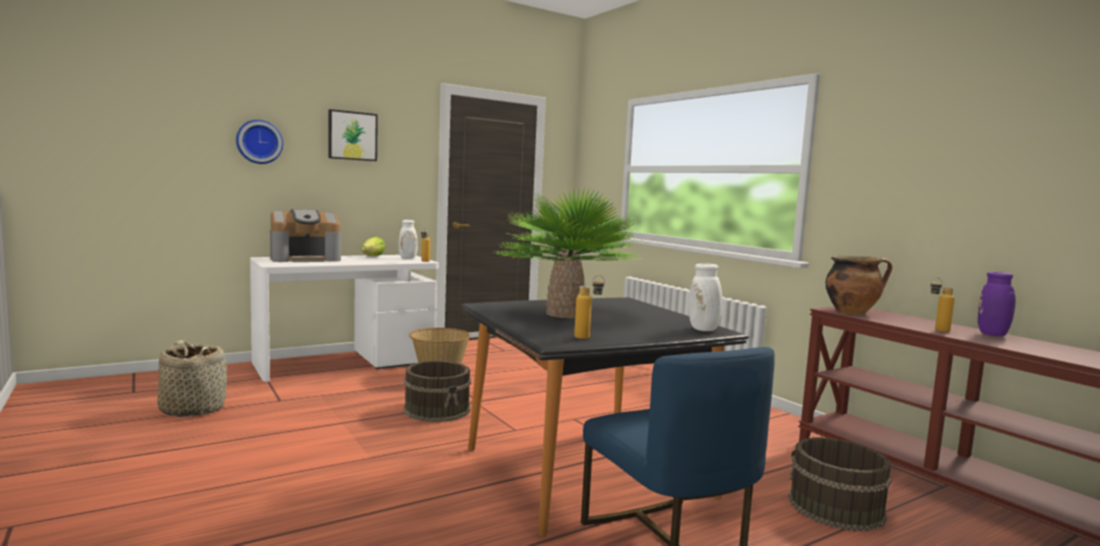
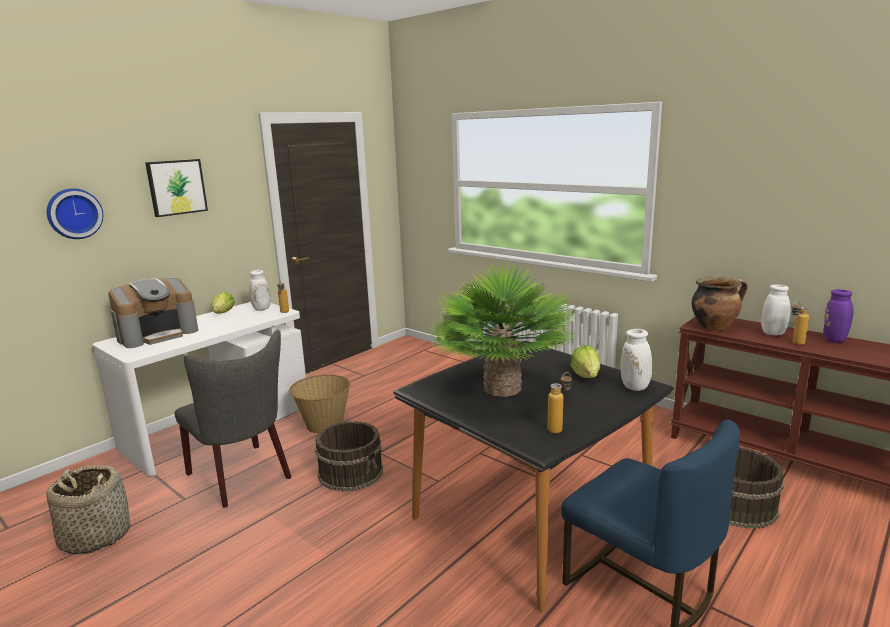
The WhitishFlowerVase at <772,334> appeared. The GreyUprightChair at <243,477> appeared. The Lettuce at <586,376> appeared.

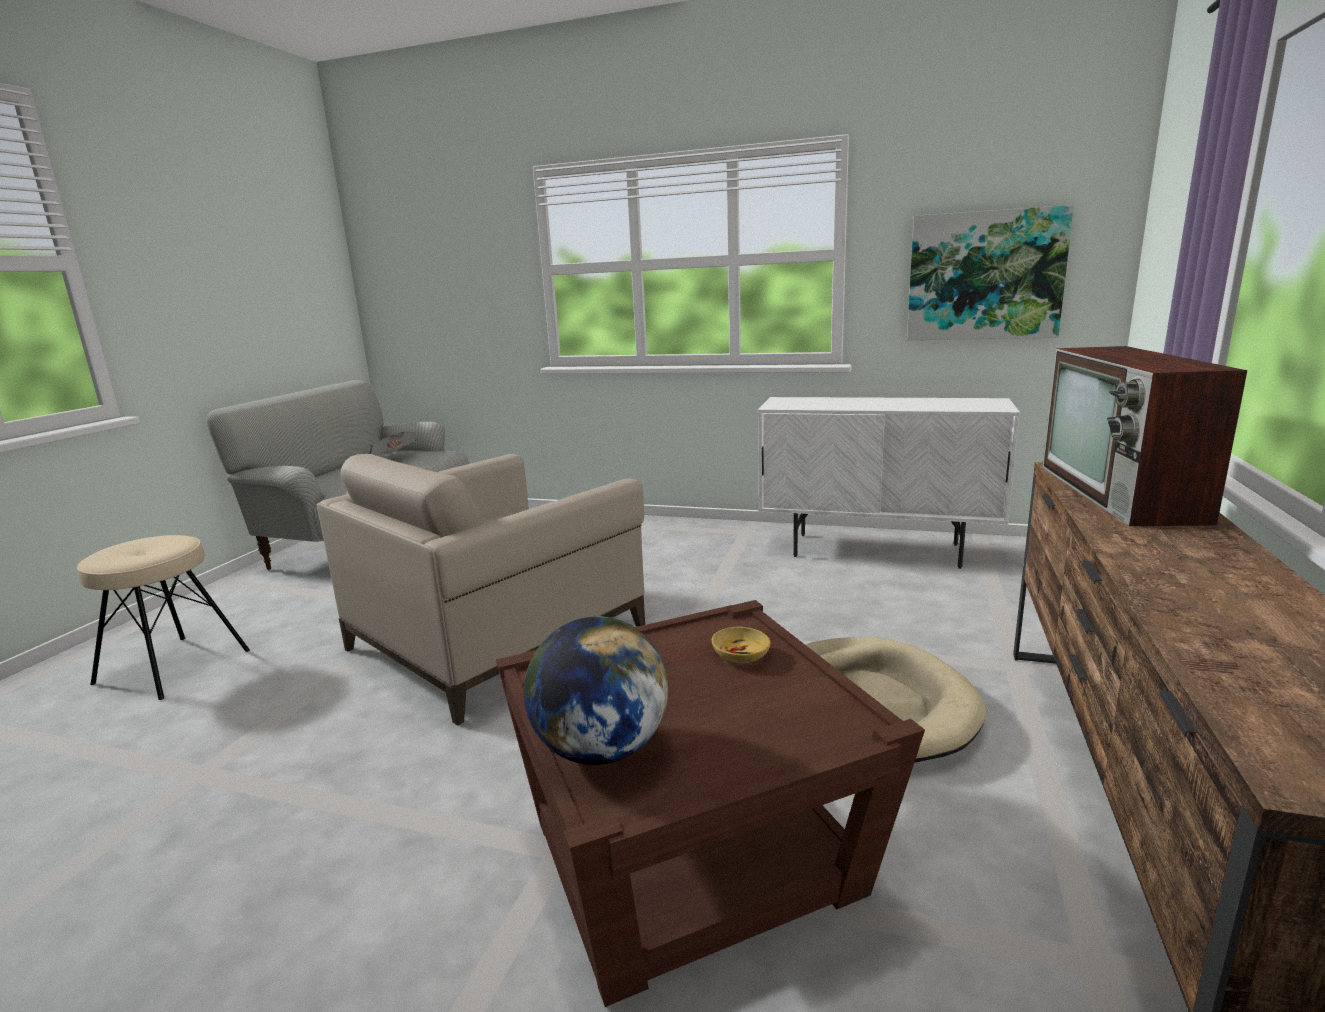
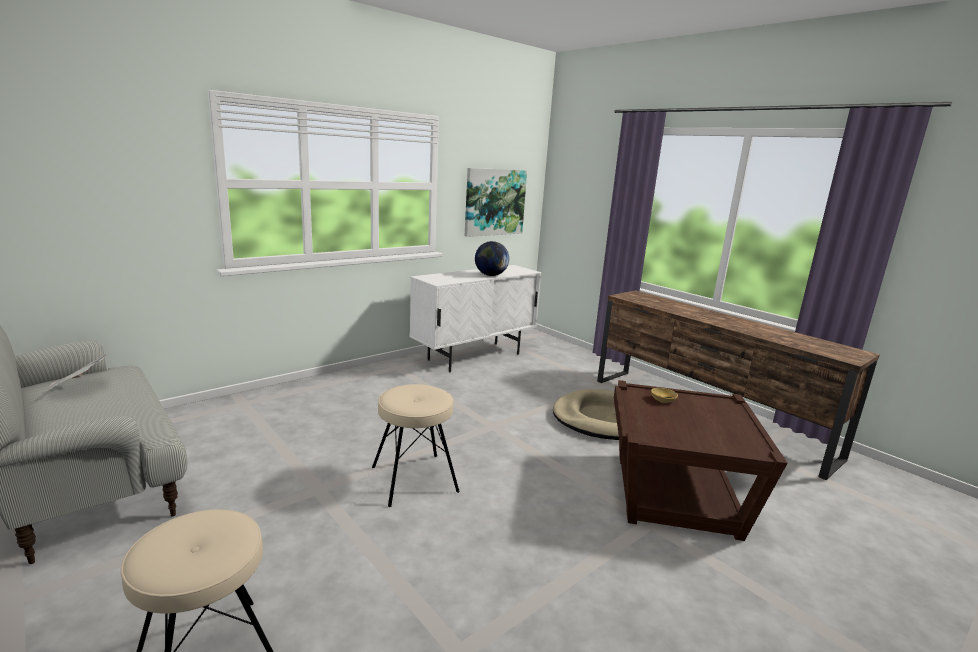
The Television at <1121,493> disappeared. The BeigeColouredEasyChair at <498,636> was replaced by the BeigeColouredStoolSeat at <414,479>. The Globe moved from <601,749> to <490,275>.

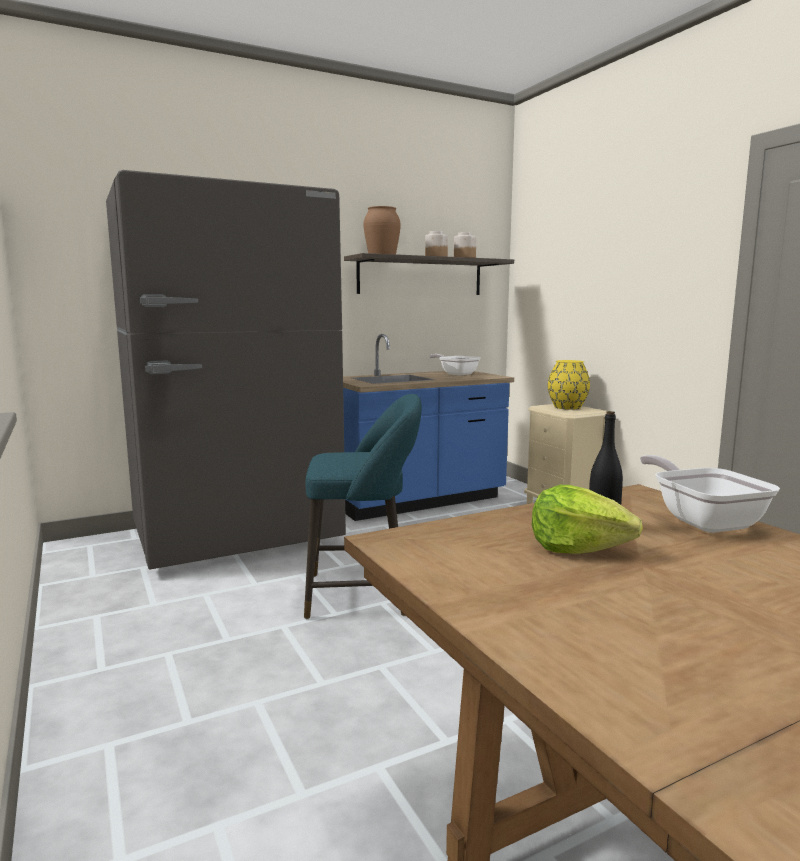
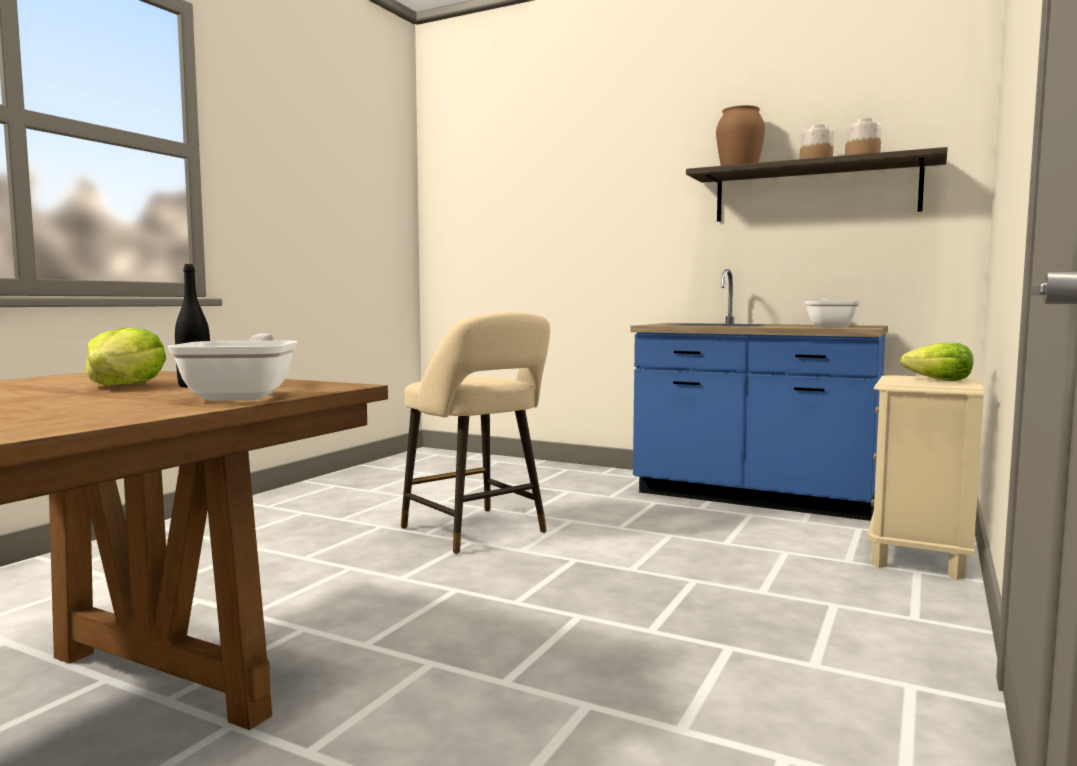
The GreyFridge at <237,537> disappeared. The YellowFlowerVase at <568,407> was replaced by the Lettuce at <939,380>. The TurquoiseColouredStoolSeat at <364,594> became the BeigeColouredStoolSeat at <478,532>. The FryingPan at <702,520> turned 45 degrees counterclockwise.

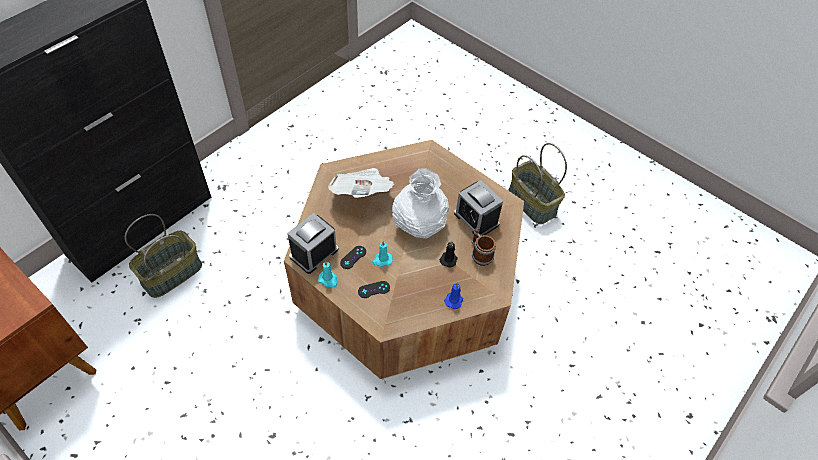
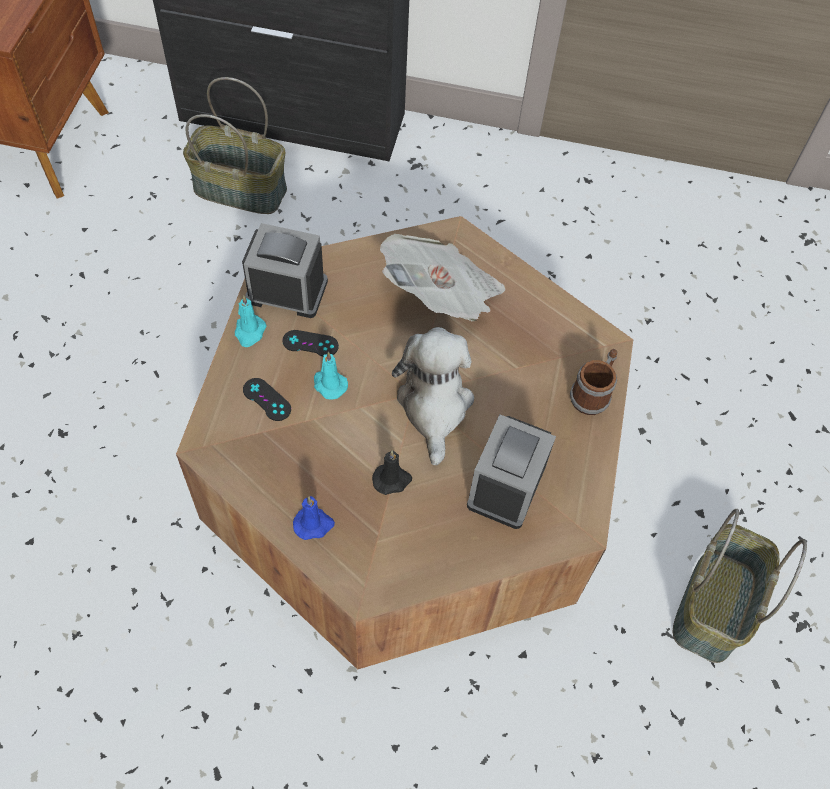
The WhitishFlowerVase at <420,225> was replaced by the CuddlyToy at <434,405>. The CoffeeMug moved from <480,254> to <592,394>.

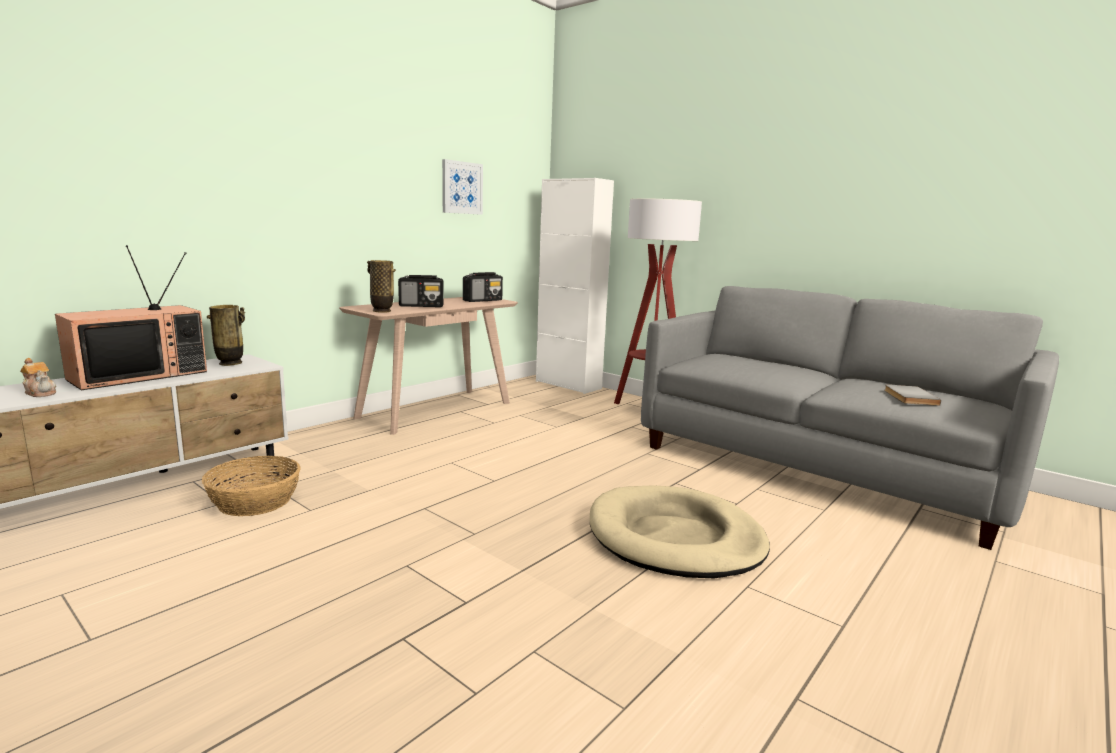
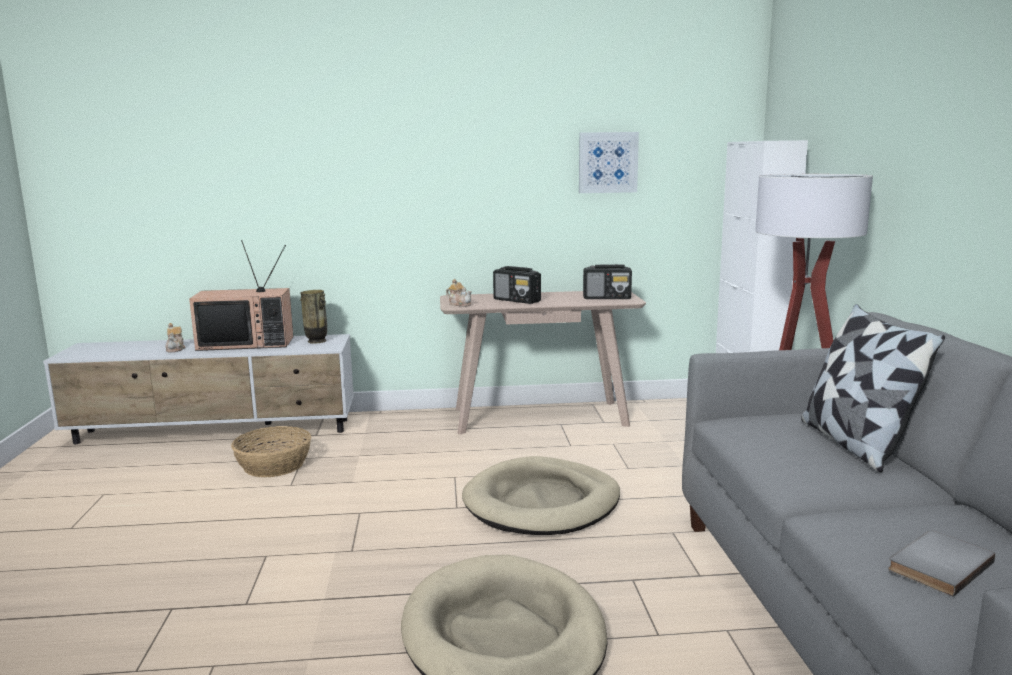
The FlowerVase at <382,311> was replaced by the PotForTea at <459,304>. The Cushion at <854,444> appeared. The BeigeColouredDogBed at <542,503> appeared.

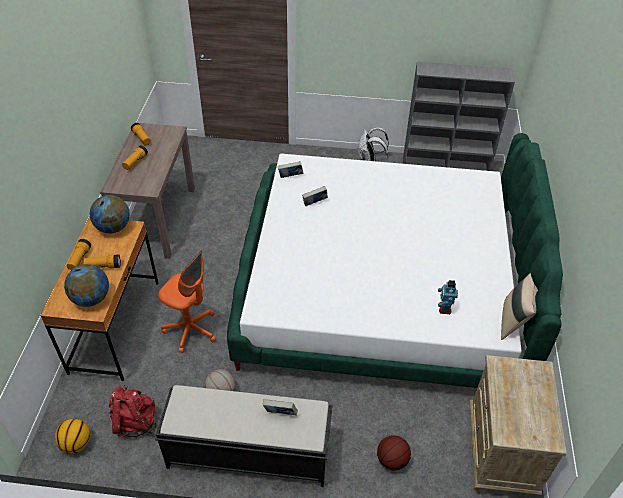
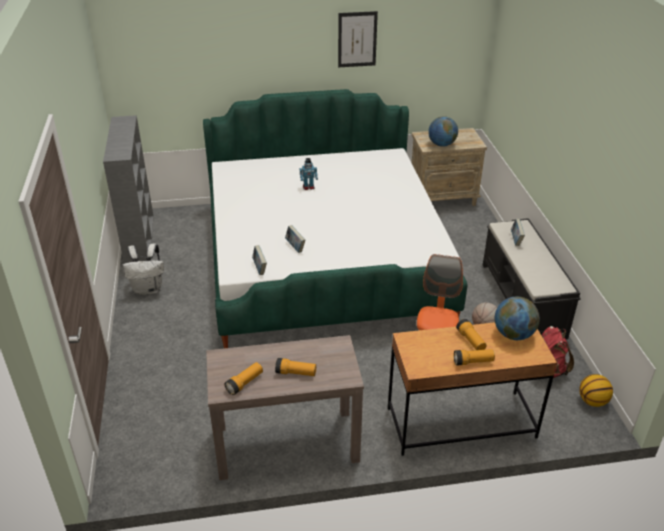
The Globe moved from <113,227> to <441,144>. The BeigeColouredCushion at <514,321> disappeared. The RobotFigure moved from <444,308> to <308,187>. The BasketballBall at <392,460> disappeared. The WallPicture at <357,39> appeared.

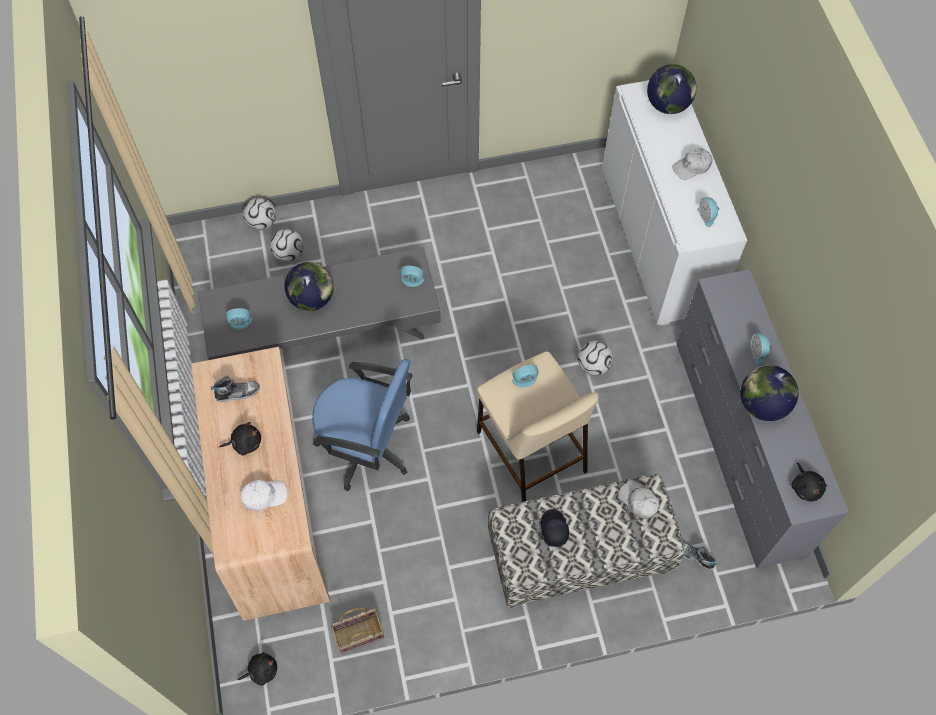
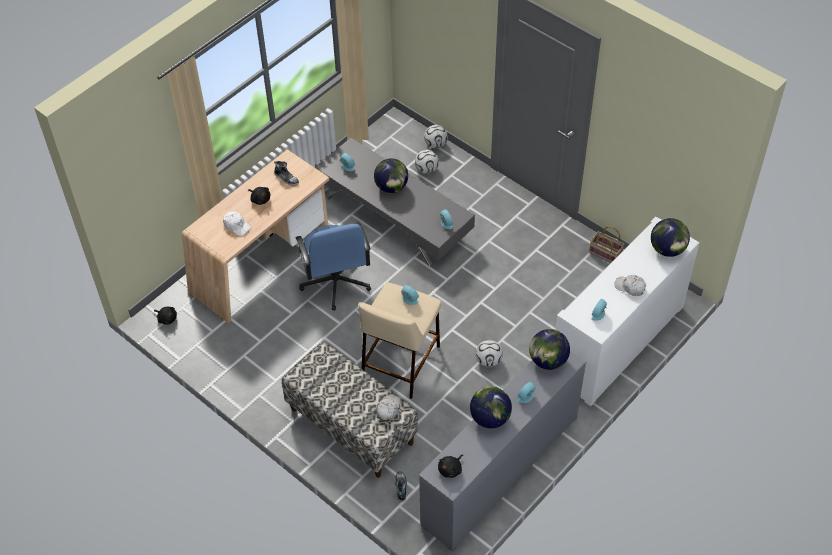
The BlackishBaseballCap at <553,529> disappeared. The HouseholdBasket moved from <358,636> to <604,253>. The Globe at <548,360> appeared.

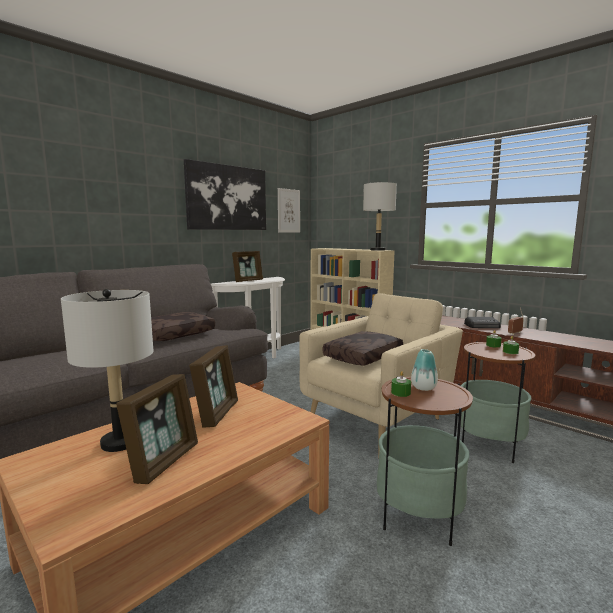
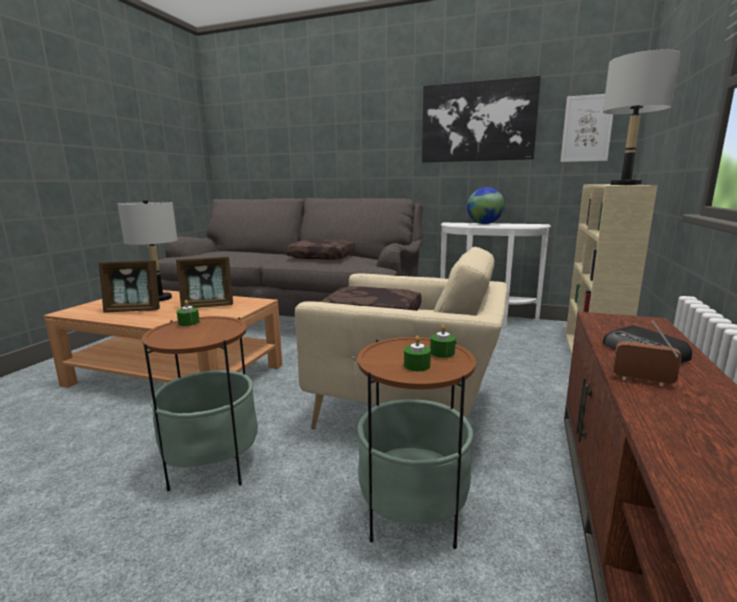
The PictureFrame at <248,281> was replaced by the Globe at <484,224>. The FlowerVase at <423,388> disappeared.

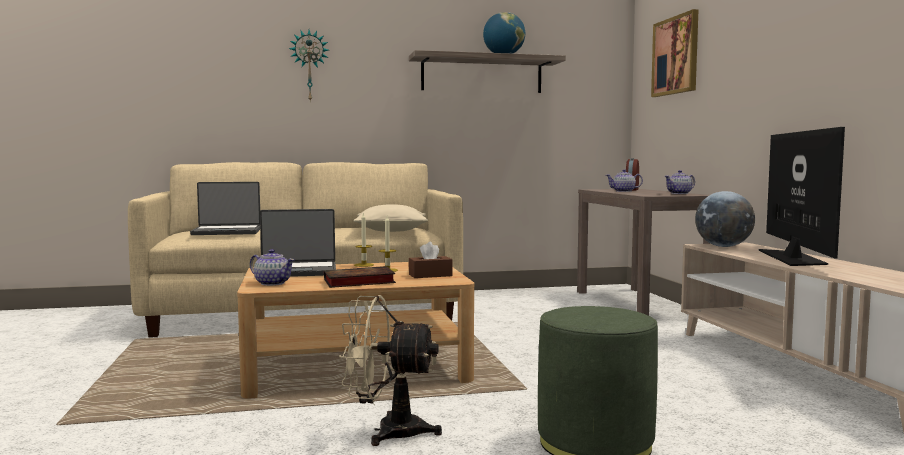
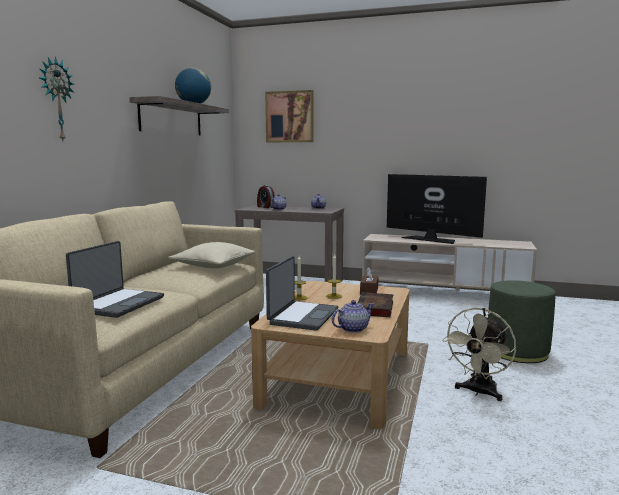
The Globe at <723,246> disappeared.

